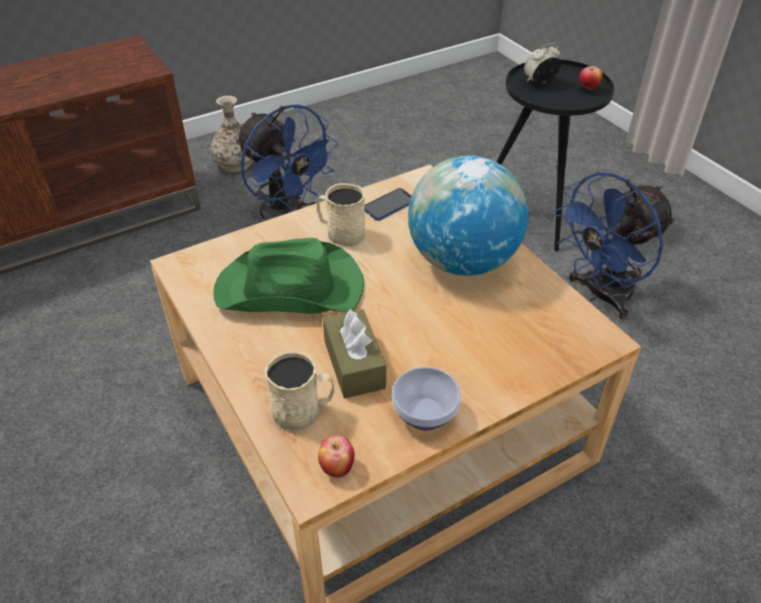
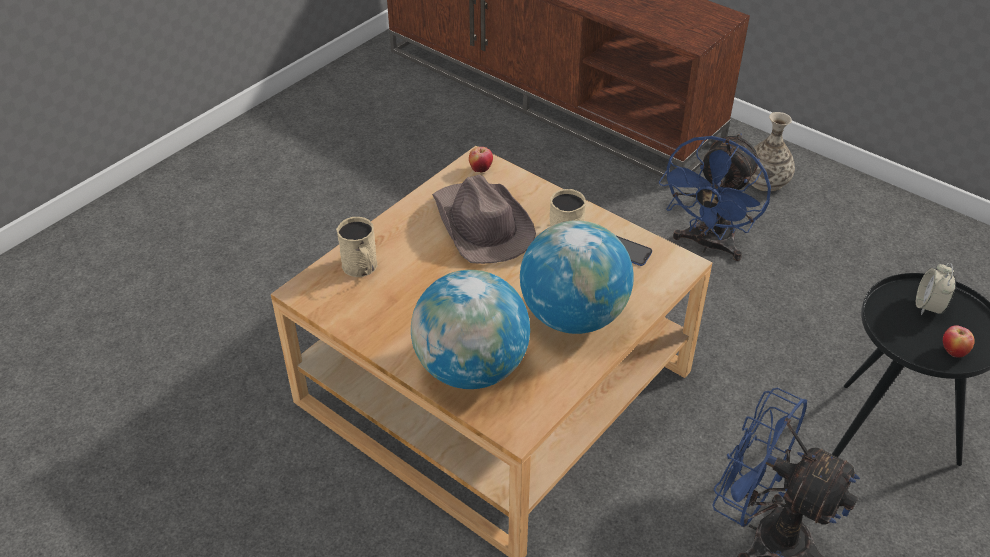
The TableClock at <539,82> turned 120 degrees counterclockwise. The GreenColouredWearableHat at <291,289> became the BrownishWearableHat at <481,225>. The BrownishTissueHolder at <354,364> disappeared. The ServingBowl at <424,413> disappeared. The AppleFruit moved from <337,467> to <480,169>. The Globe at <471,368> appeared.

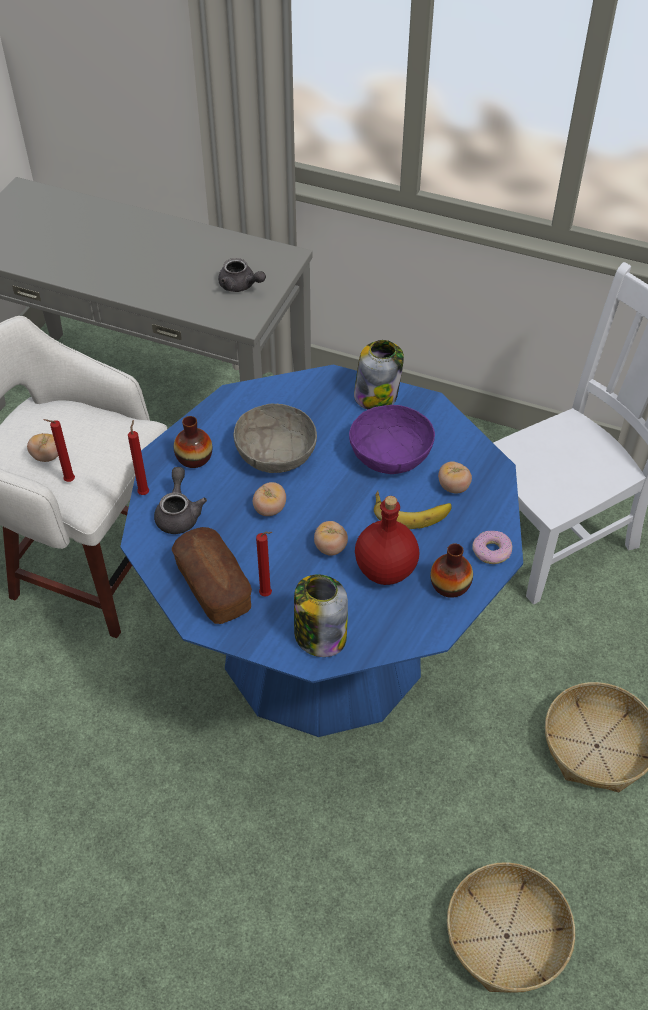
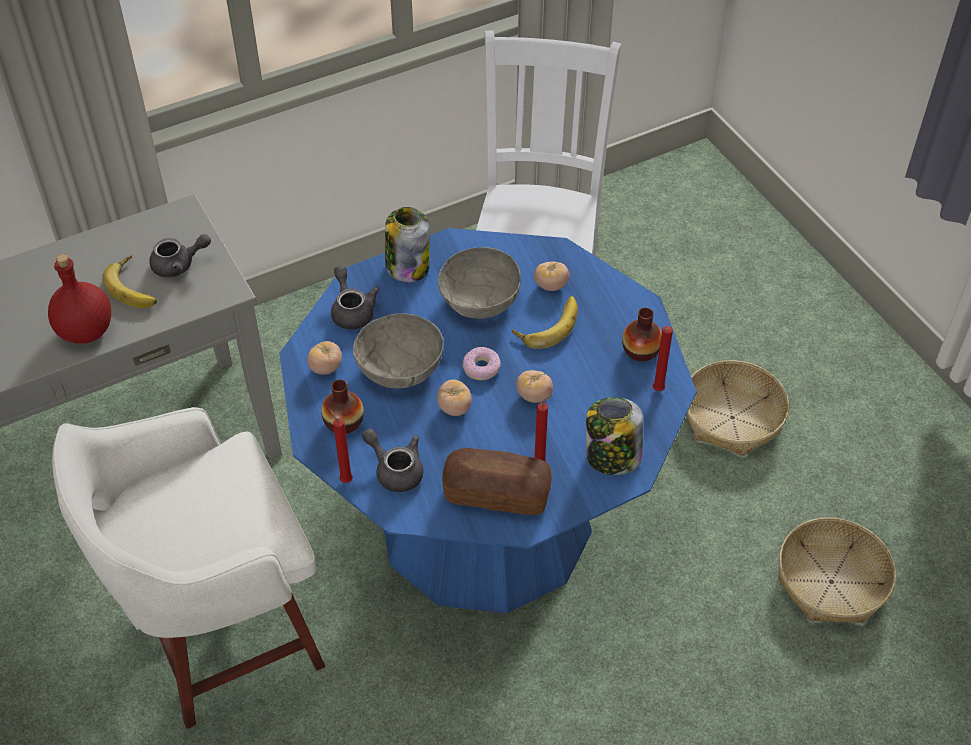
The PurplishServingBowl at <390,455> became the GreyServingBowl at <479,300>. The RedWaxCandle moved from <68,481> to <657,391>. The WholeTomato moved from <47,456> to <326,368>. The RedBeverageBottle moved from <386,571> to <87,332>. The Doughnut moved from <491,551> to <481,368>. The BananaFruit at <135,286> appeared. The GreyPotForTea at <352,310> appeared.

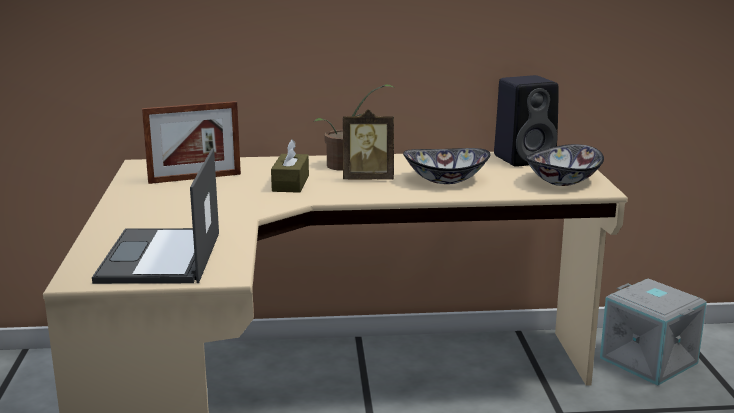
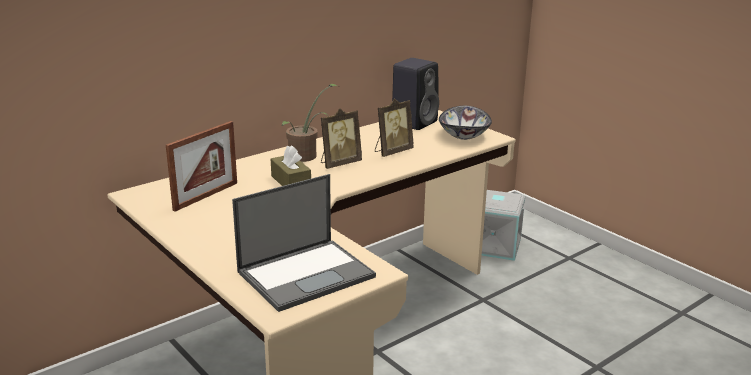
The ServingBowl at <445,180> was replaced by the PictureFrame at <392,151>. The Laptop at <160,258> turned 90 degrees counterclockwise.

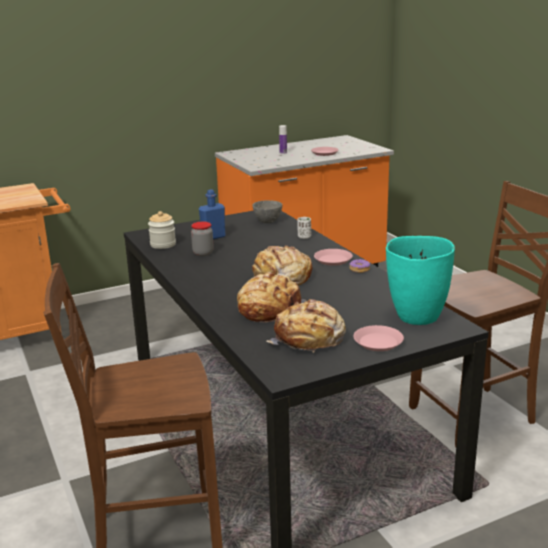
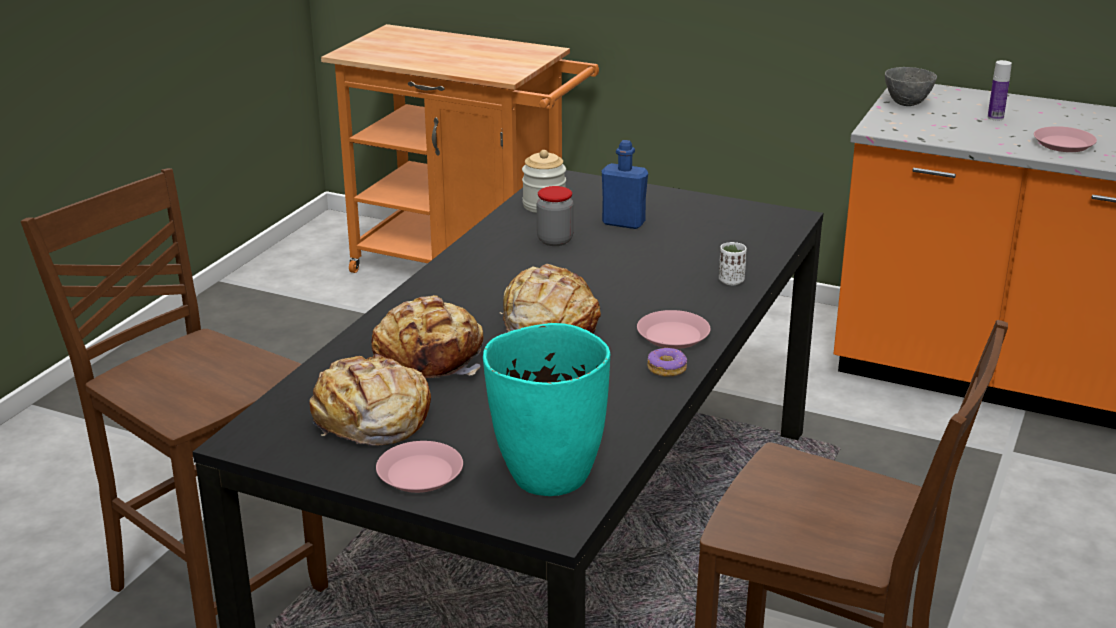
The GreyServingBowl moved from <267,221> to <906,103>.

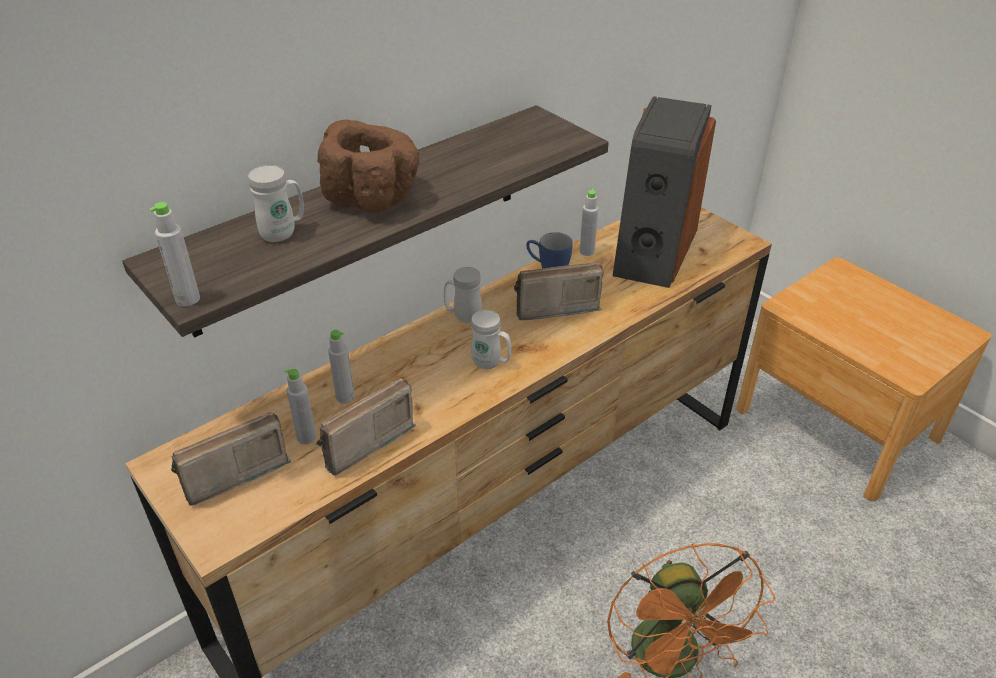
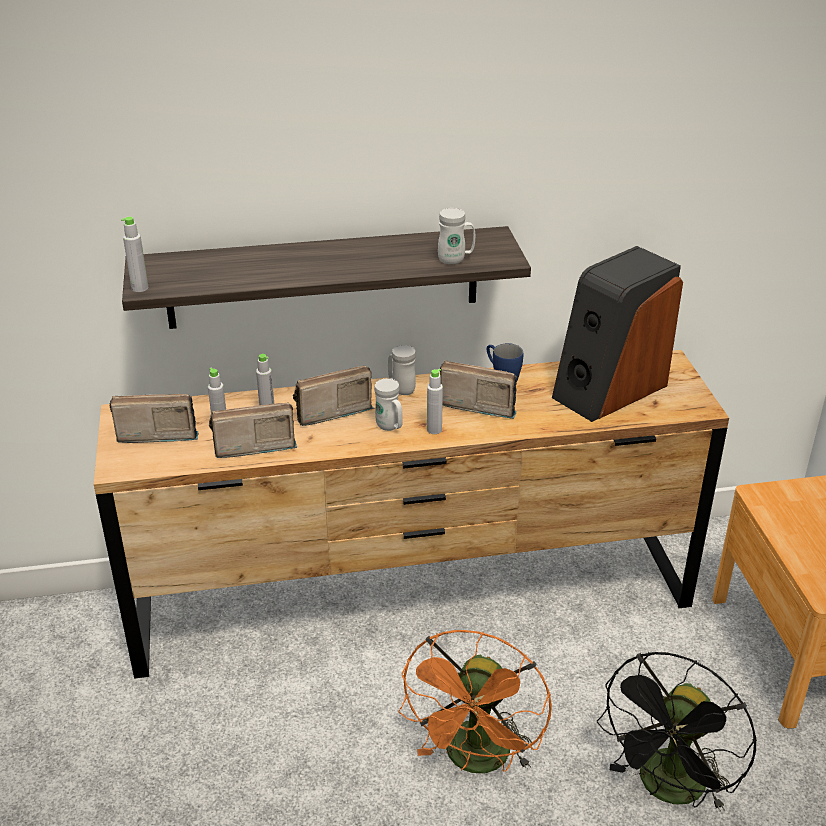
The BrownishServingBowl at <372,197> disappeared. The WhitishCoffeeMug moved from <284,233> to <456,260>. The GreyBeverageBottle moved from <587,252> to <434,430>. The RadioReceiver at <329,411> appeared. The BlackishCoolingFan at <668,790> appeared.

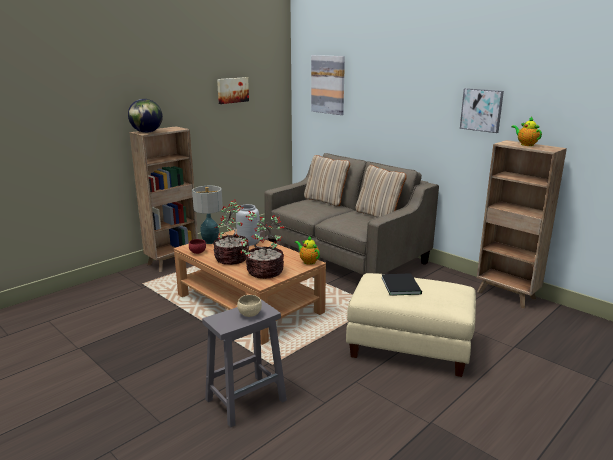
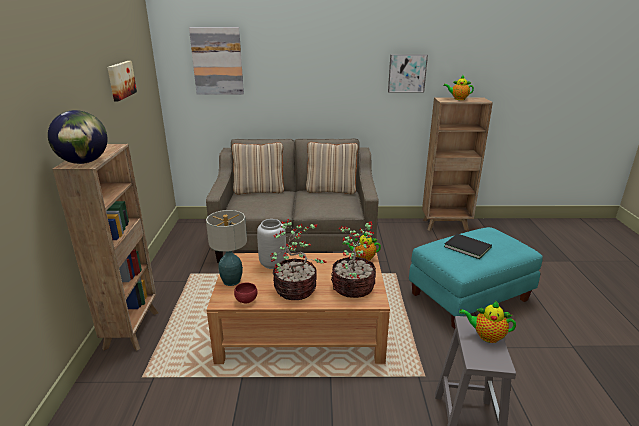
The BeigeColouredPouffe at <410,347> became the TurquoiseColouredPouffe at <469,296>. The BeigeColouredServingBowl at <250,314> was replaced by the PotForTea at <486,336>.

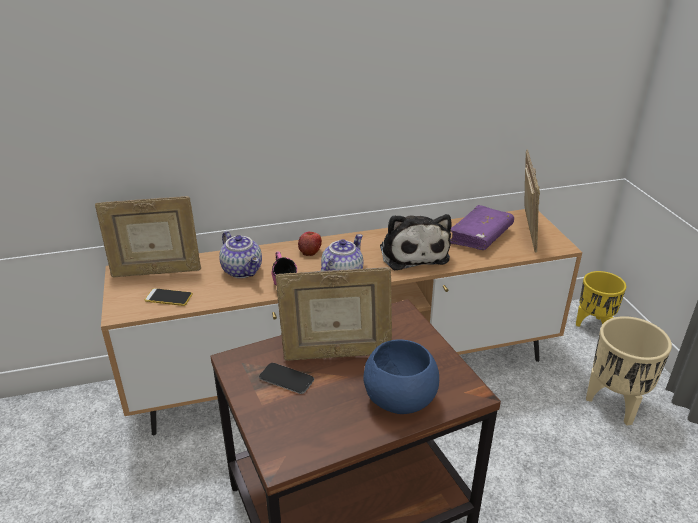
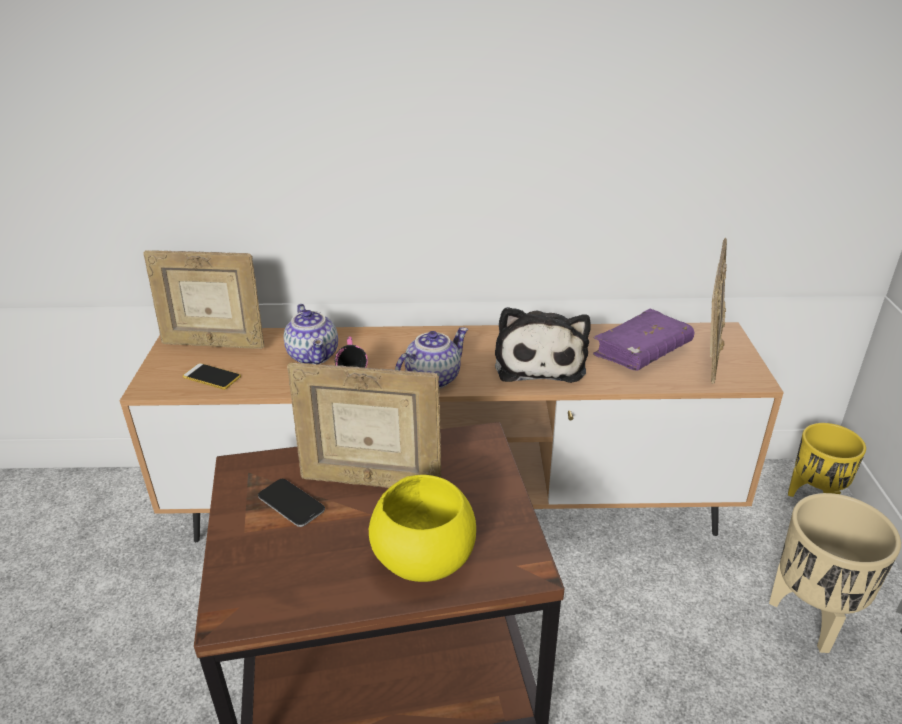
The AppleFruit at <310,251> disappeared. The BlueColouredServingBowl at <400,397> became the YellowServingBowl at <425,556>.

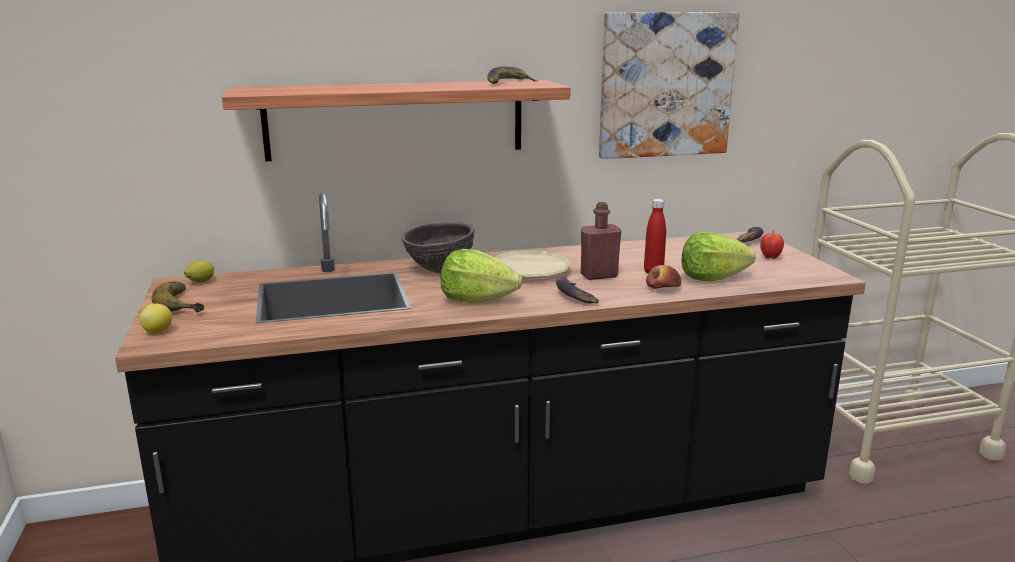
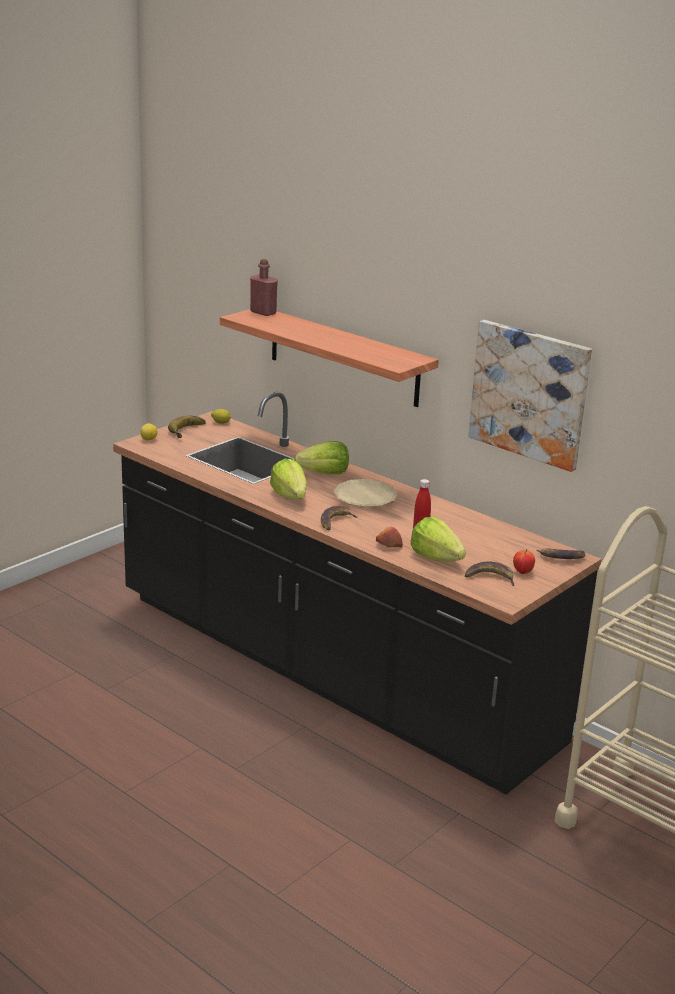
The BananaFruit moved from <507,82> to <490,577>. The RedBeverageBottle moved from <599,275> to <263,312>. The BrownishServingBowl at <439,271> was replaced by the Lettuce at <325,473>.

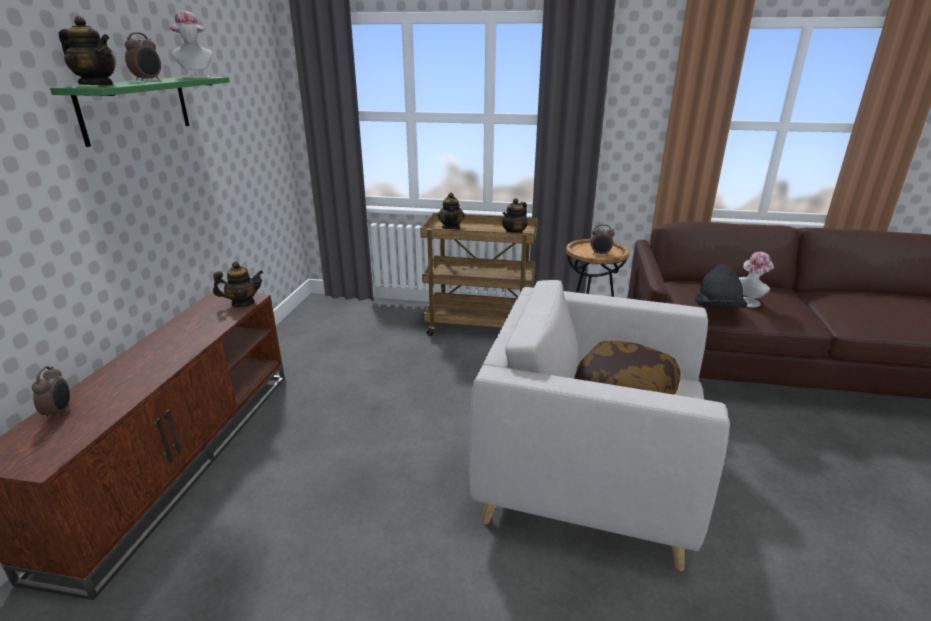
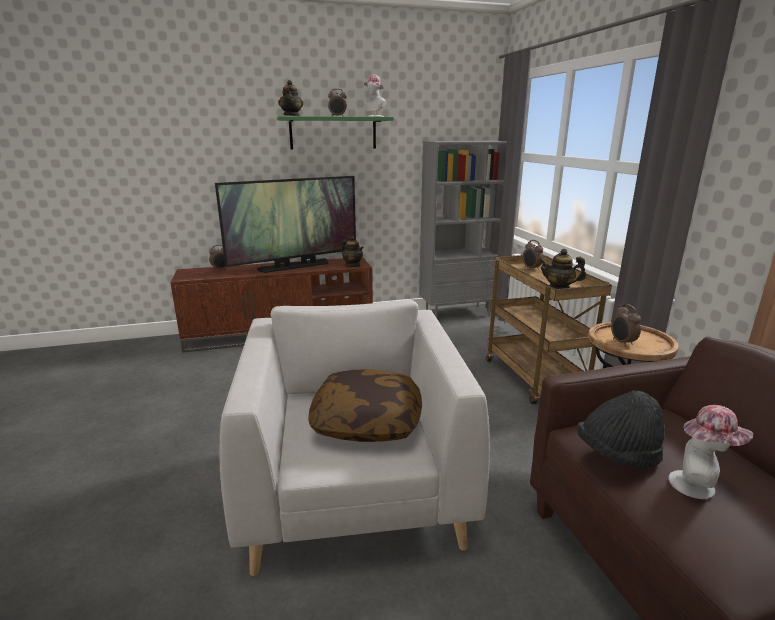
The PotForTea at <451,228> was replaced by the TableClock at <531,269>. The GreyBookcase at <457,313> appeared. The Television at <294,266> appeared.

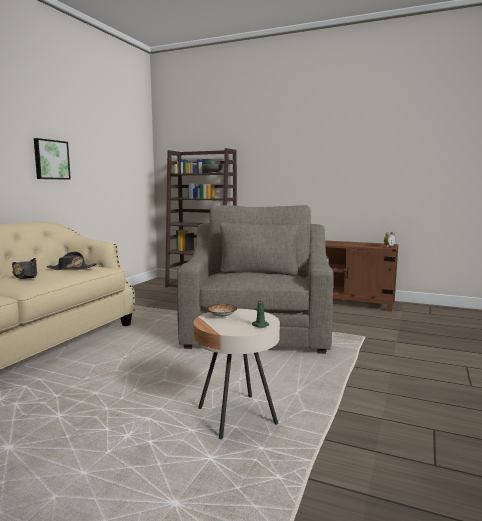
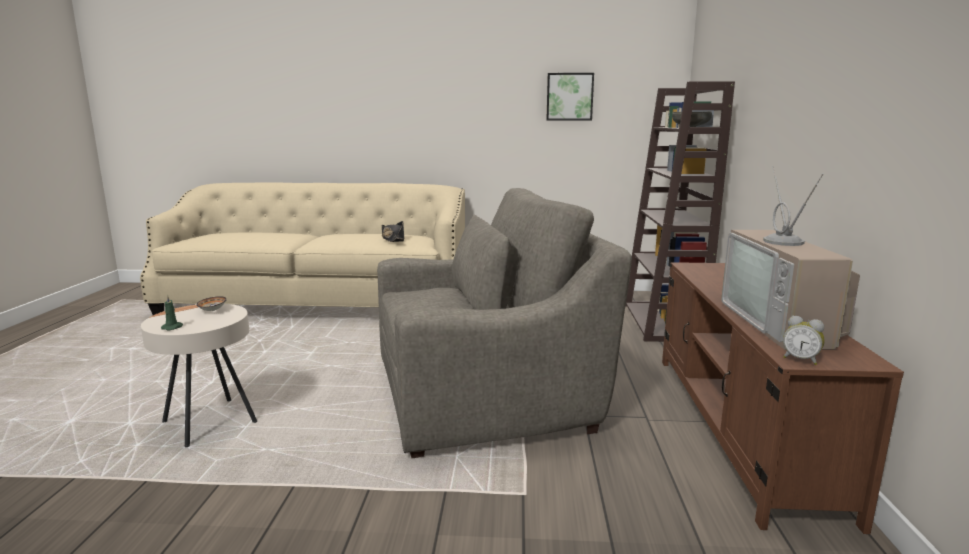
The WallPicture moved from <51,159> to <569,97>. The BlackishWearableHat at <25,276> disappeared. The Television at <783,324> appeared.

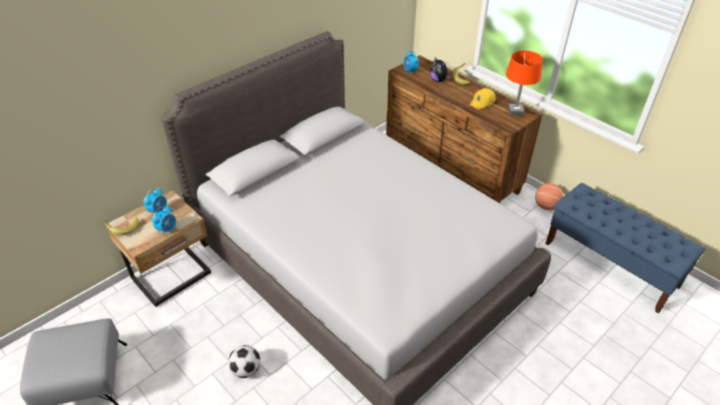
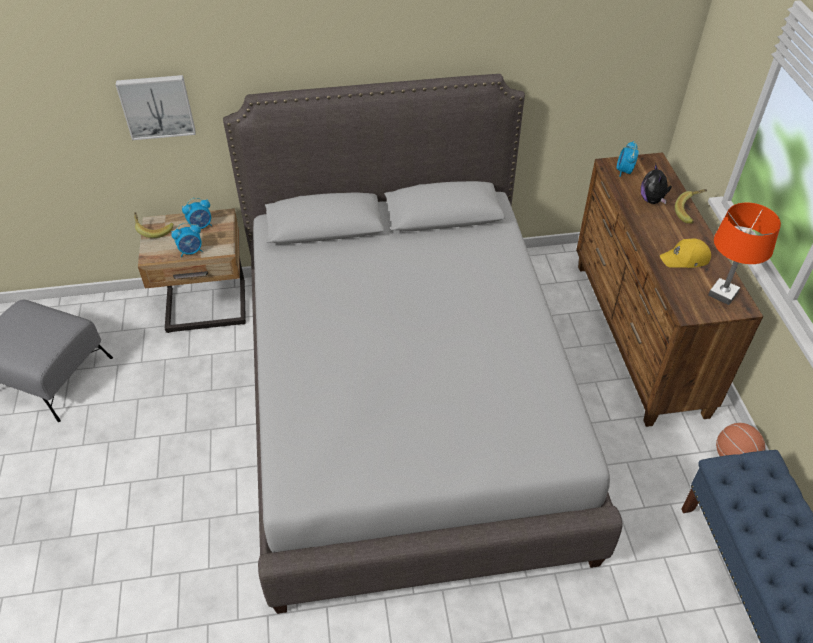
The BallForFootball at <246,370> disappeared. The WallPicture at <157,106> appeared.

